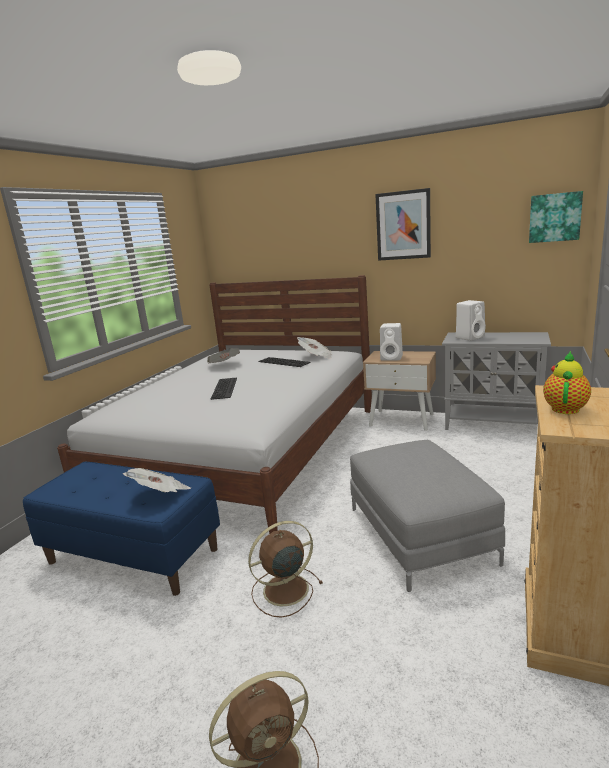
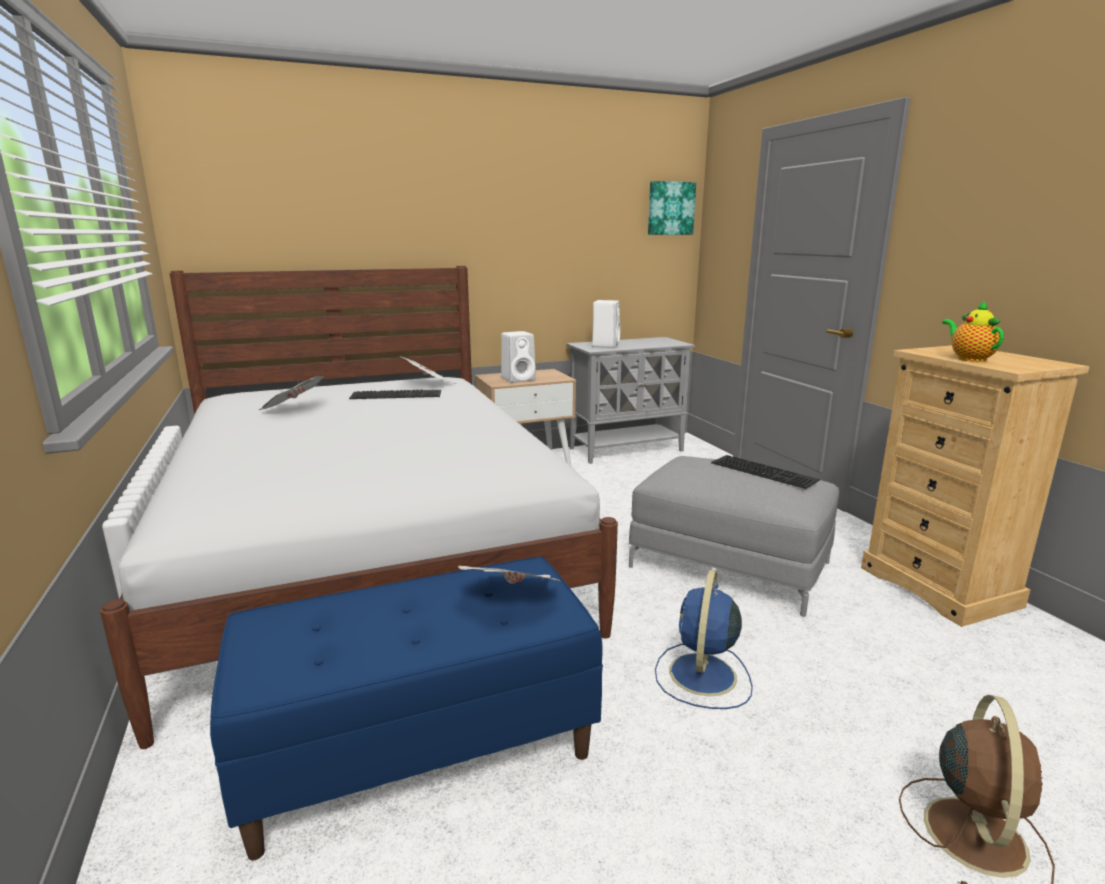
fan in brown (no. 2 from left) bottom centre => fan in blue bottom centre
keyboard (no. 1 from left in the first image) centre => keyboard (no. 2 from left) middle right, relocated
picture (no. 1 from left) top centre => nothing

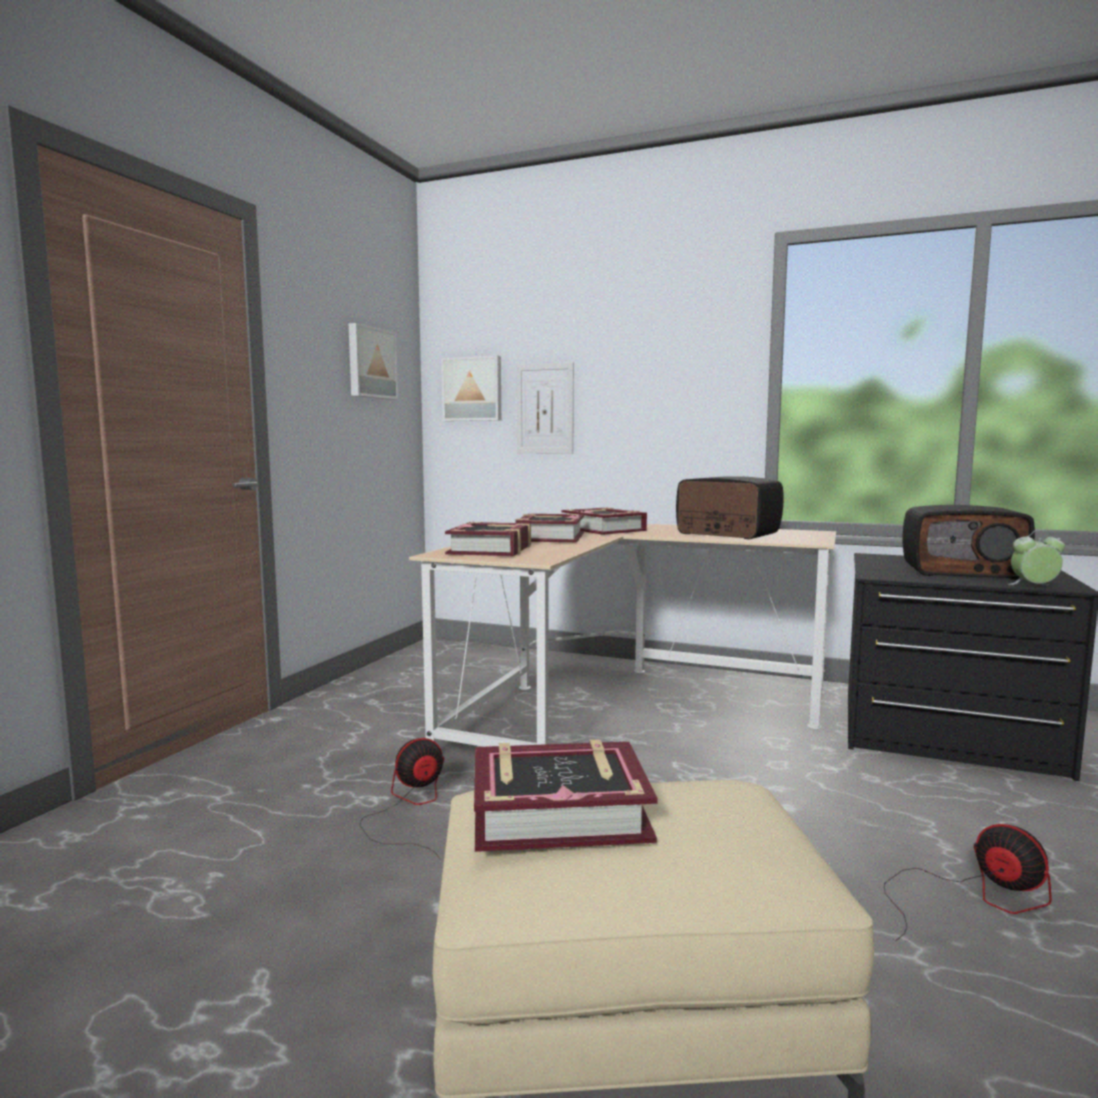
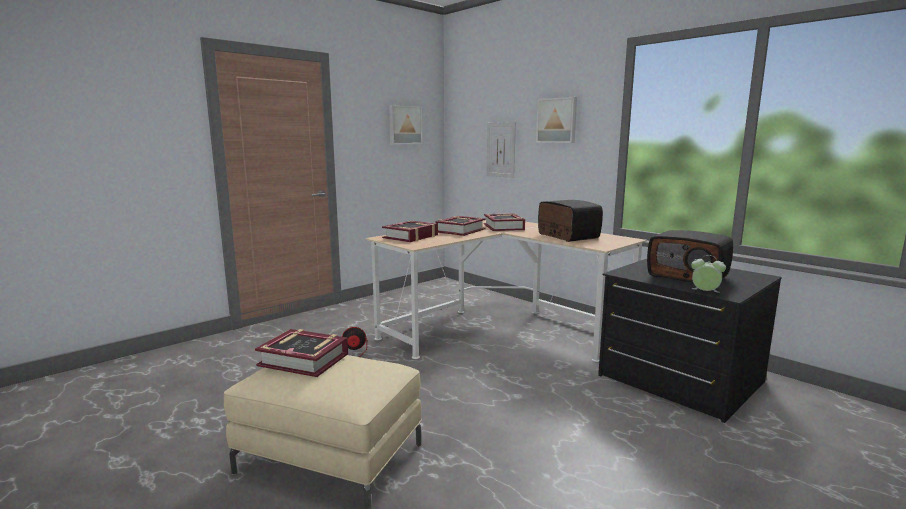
picture (no. 2 from left in the first image) centre => picture (no. 3 from left) top centre, relocated
fan (no. 2 from left) bottom right => nothing

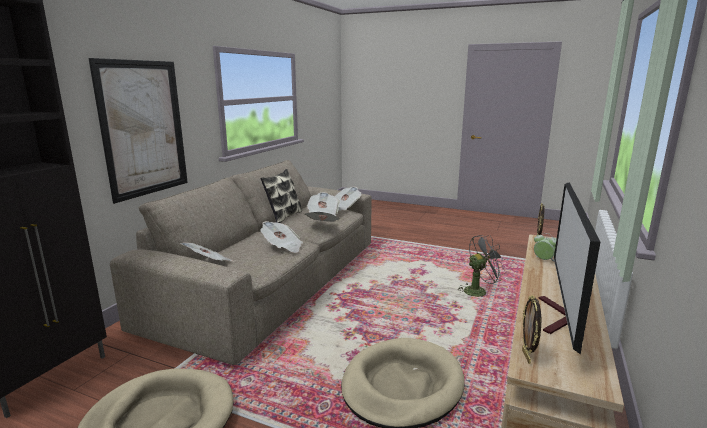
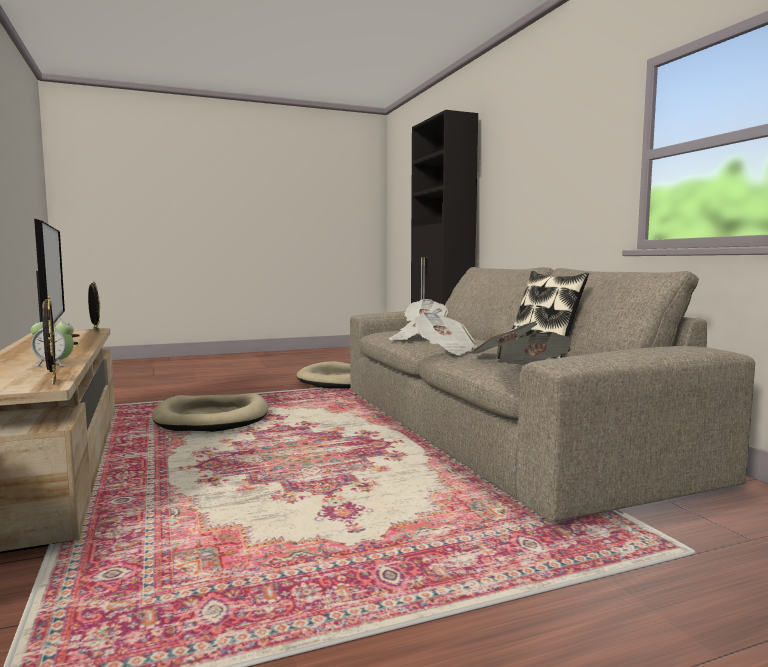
picture top left => nothing
fan in grey middle right => nothing

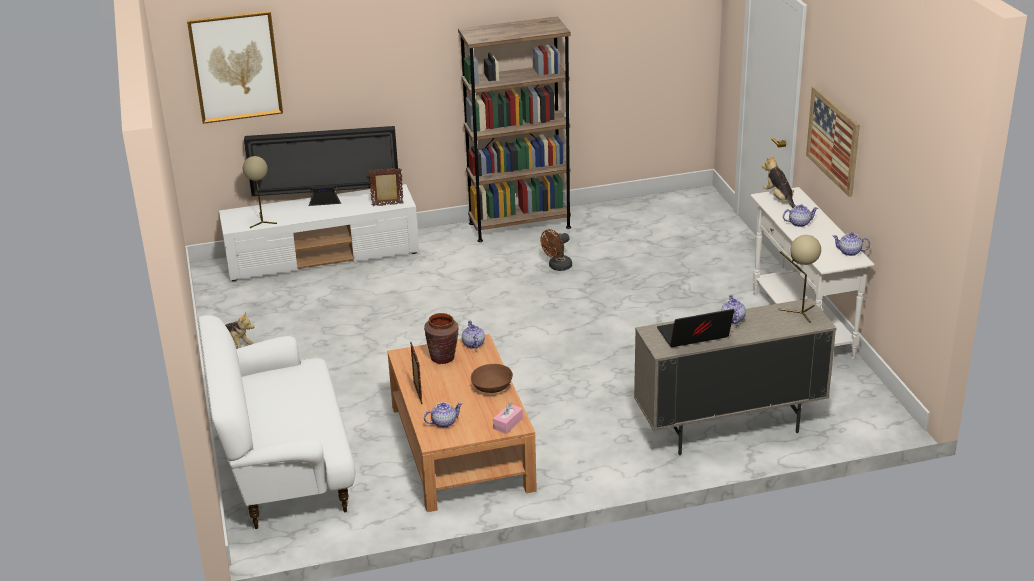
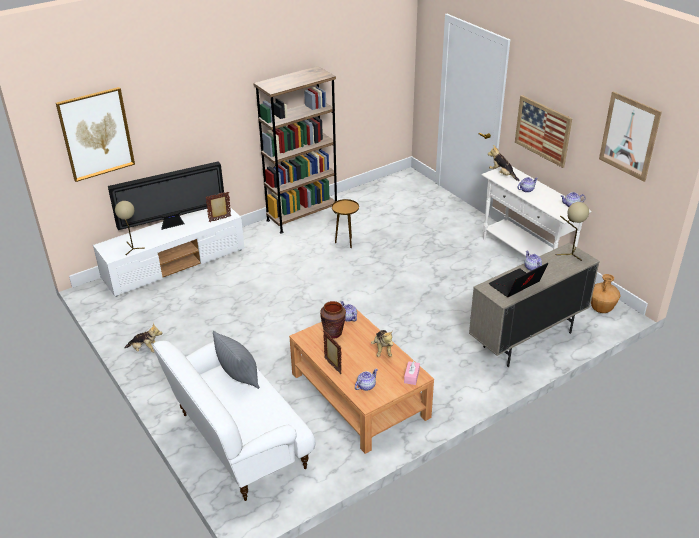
nothing => pillow in grey bottom centre
fan in brown centre => side table in brown centre
bowl in brown centre => plush toy (no. 2 from left) centre
nothing => vase in brown (no. 2 from left) middle right
nothing => picture (no. 3 from left) top right

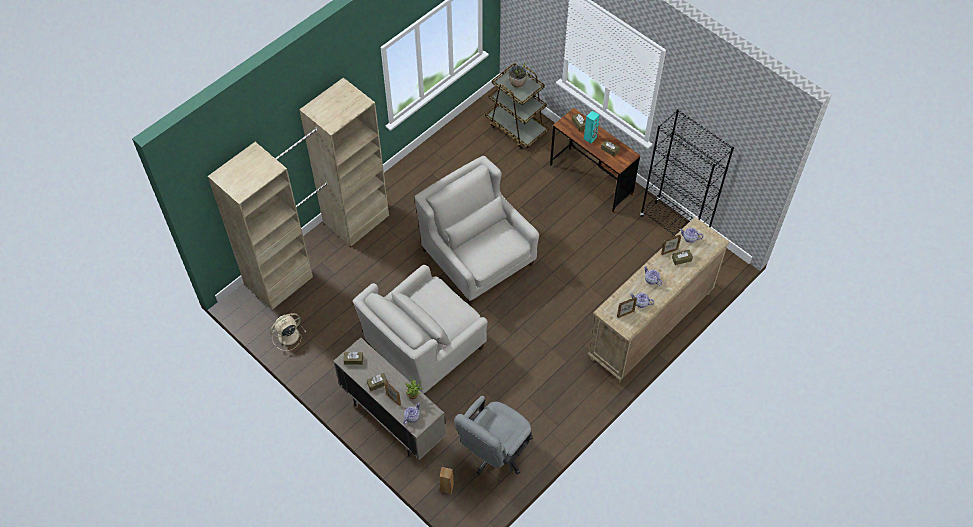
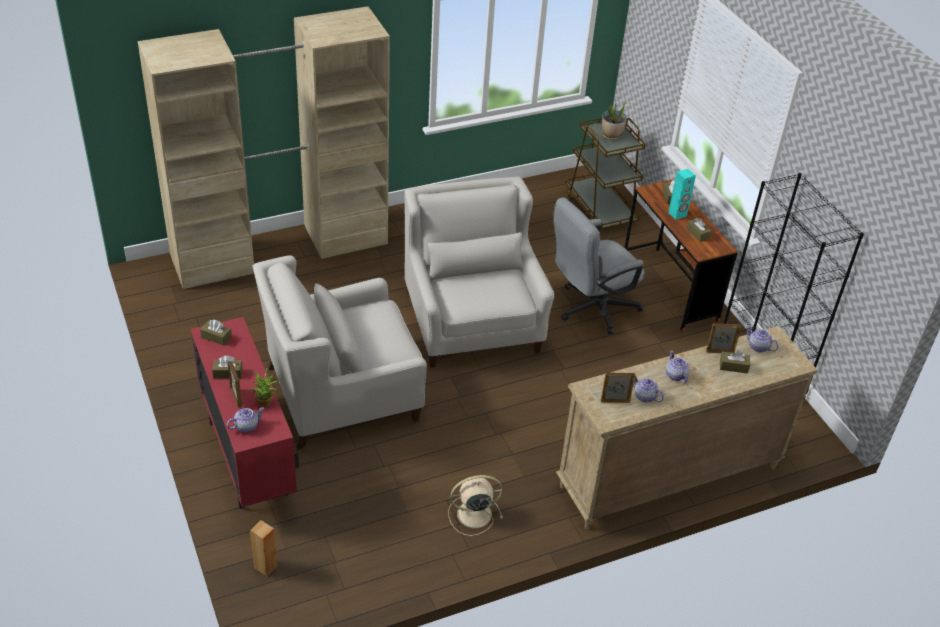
cabinet in beige bottom centre => cabinet in red middle left
fan in beige middle left => fan in beige bottom centre, relocated
office chair in grey bottom centre => office chair in grey centre, relocated

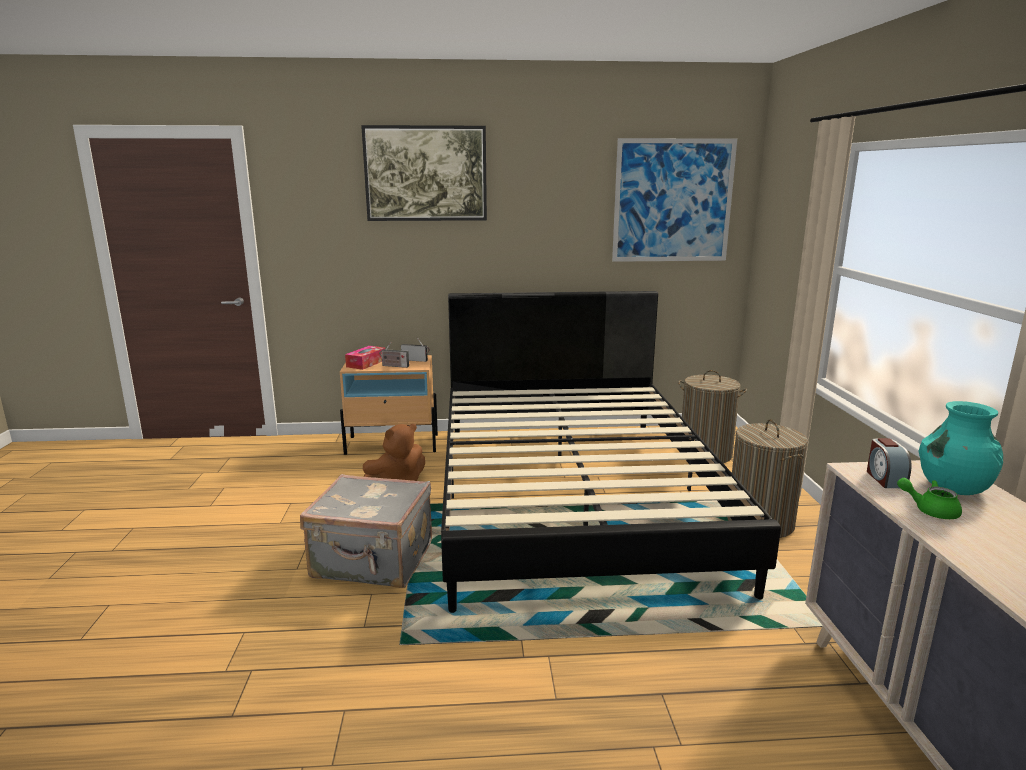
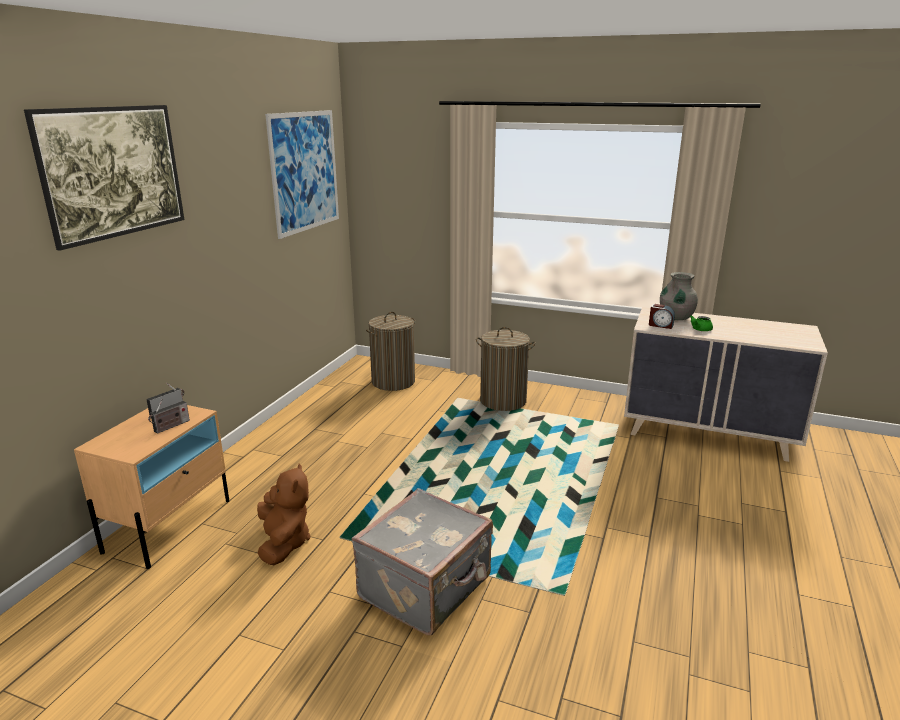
vase in turquoise middle right => vase in grey middle right
tissue box centre => nothing
bed in black centre => nothing

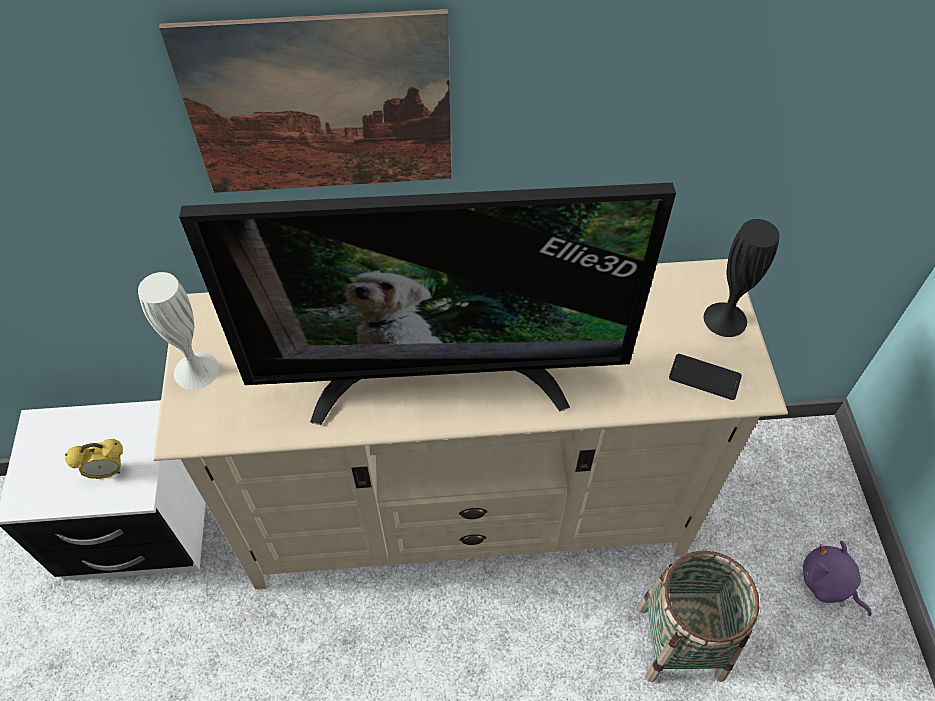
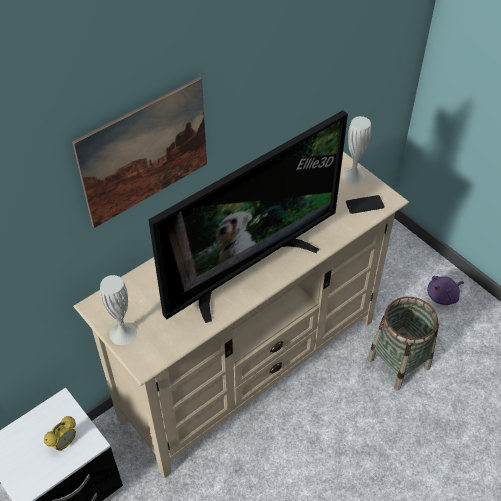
vase in black middle right => vase in white (no. 2 from left) top right
plush toy in purple bottom right => plush toy in purple middle right, 45 degrees counterclockwise

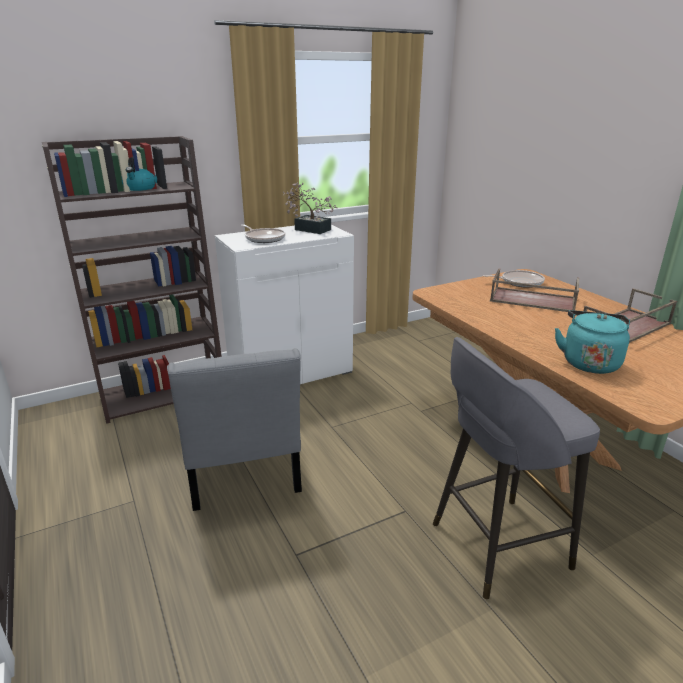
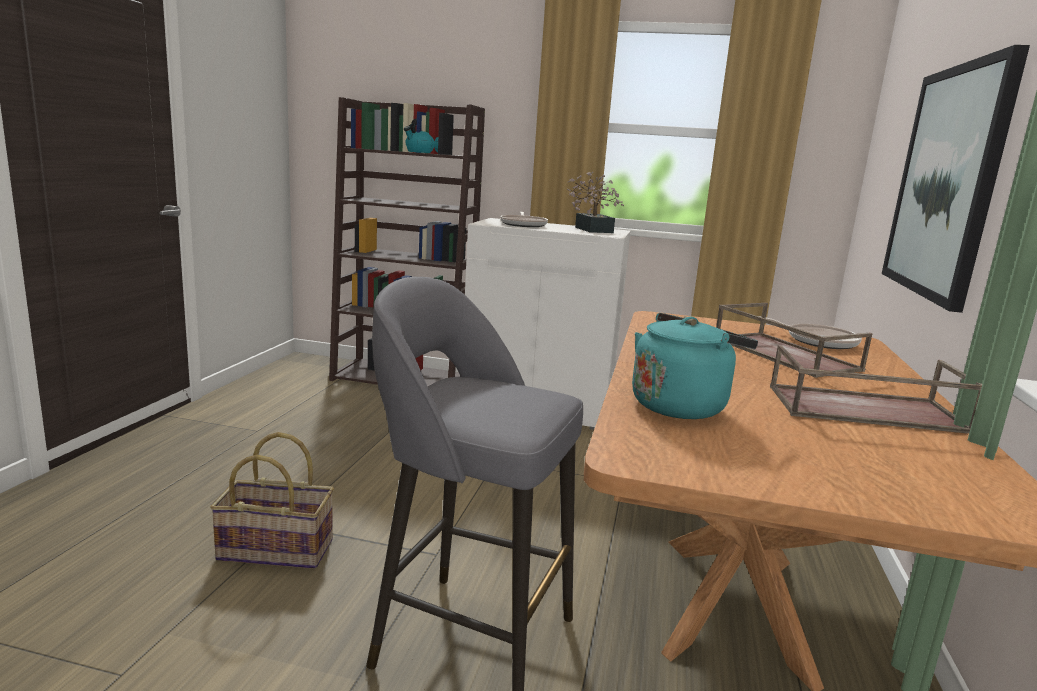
nothing => basket bottom left
nothing => picture top right
chair in grey centre => nothing

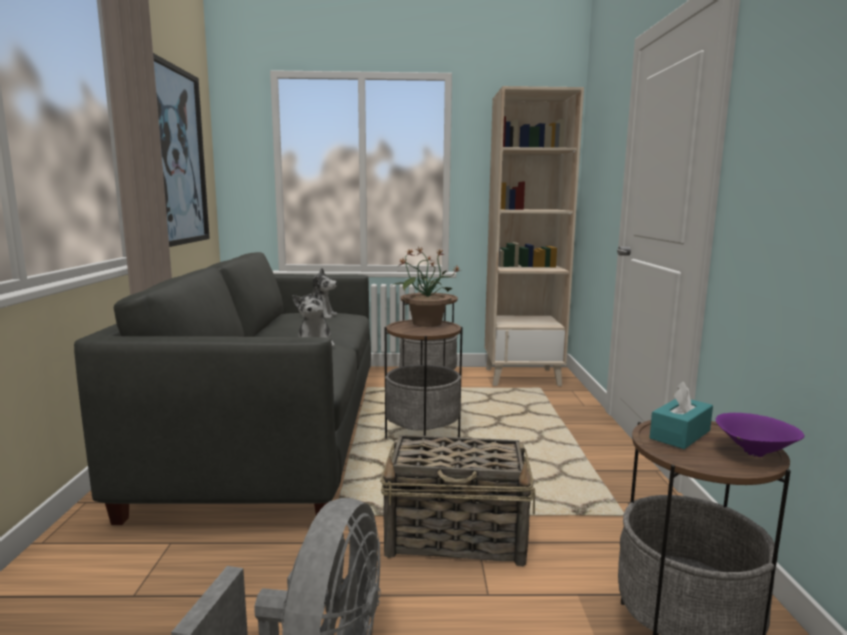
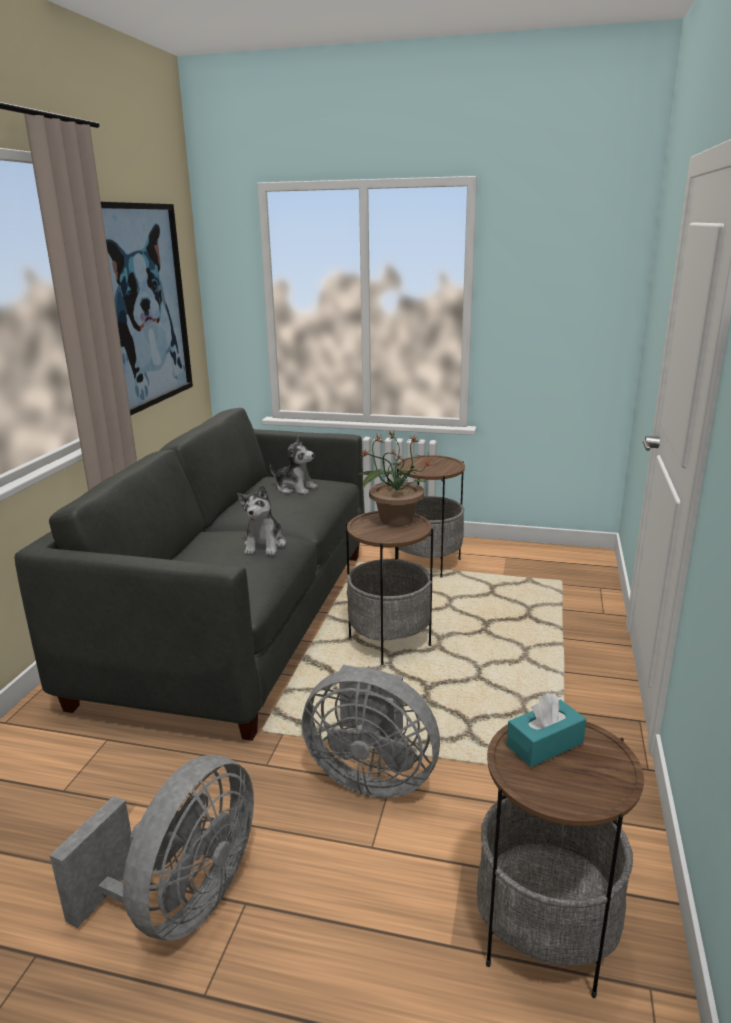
basket bottom centre => fan in grey (no. 2 from left) bottom centre
bookcase in beige centre => nothing
bowl in purple bottom right => nothing

